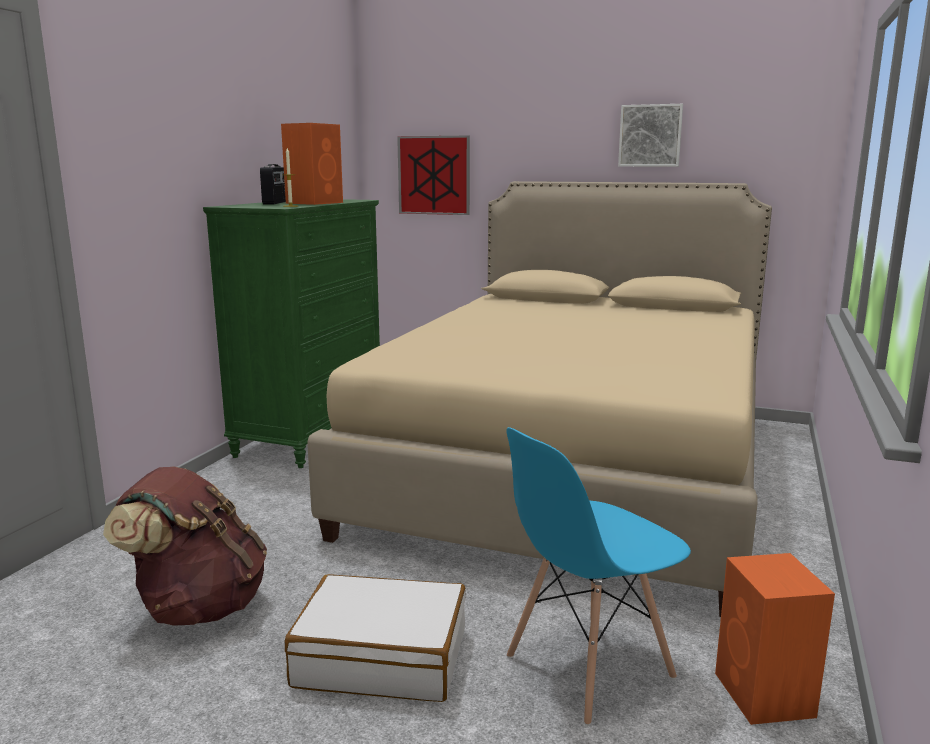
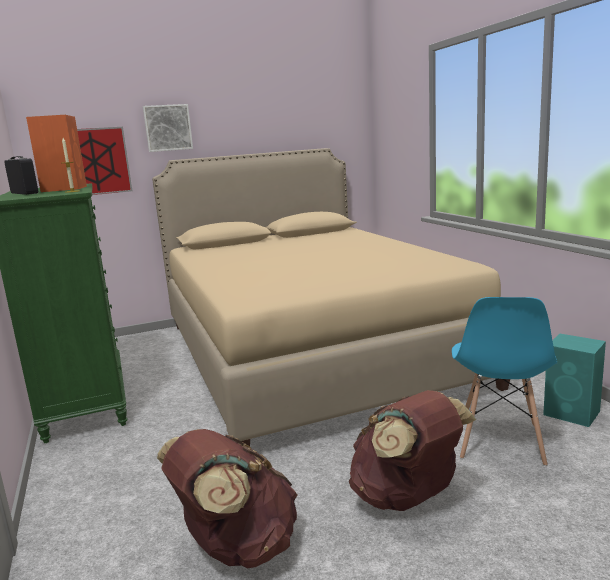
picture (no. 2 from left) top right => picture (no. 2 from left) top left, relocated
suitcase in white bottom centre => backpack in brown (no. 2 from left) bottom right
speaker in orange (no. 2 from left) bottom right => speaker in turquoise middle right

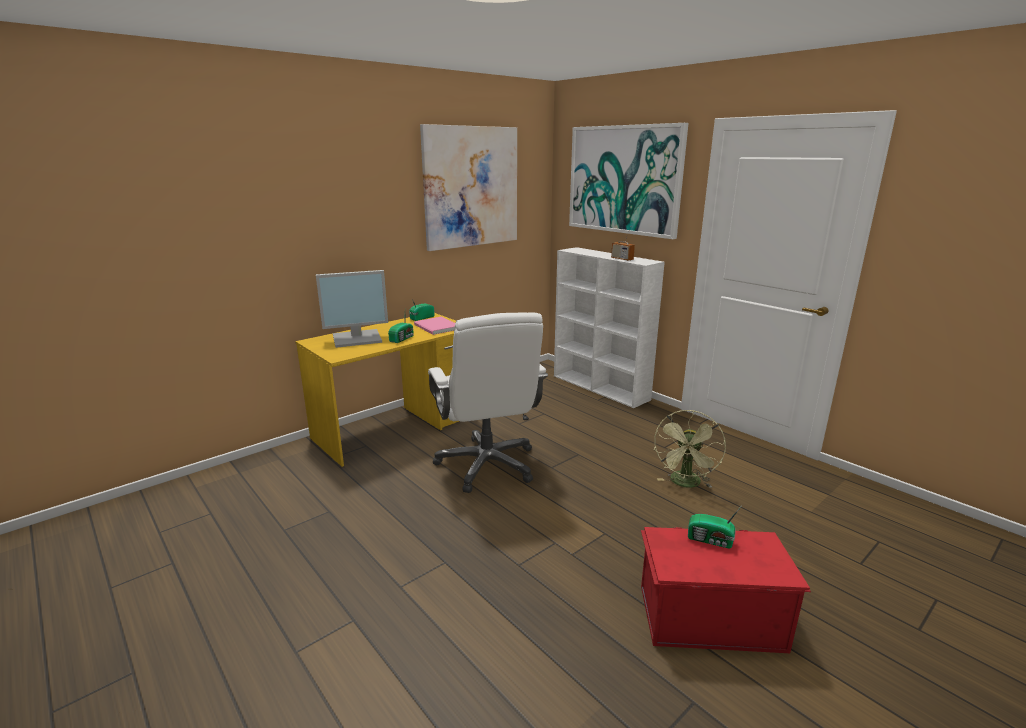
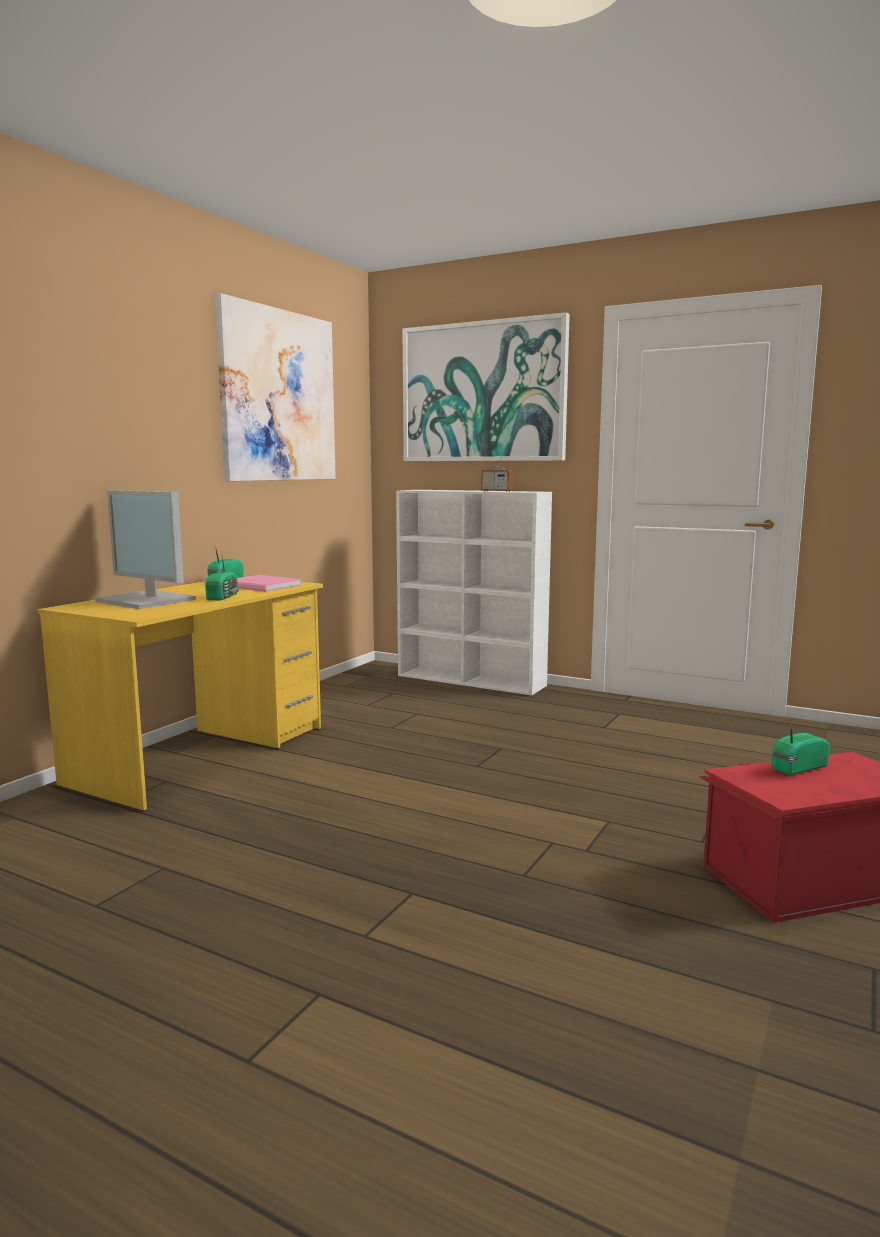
monitor centre => monitor middle left, 75 degrees clockwise
radio (no. 4 from left) bottom right => radio (no. 4 from left) middle right, 150 degrees clockwise
office chair in white centre => nothing
fan in green middle right => nothing

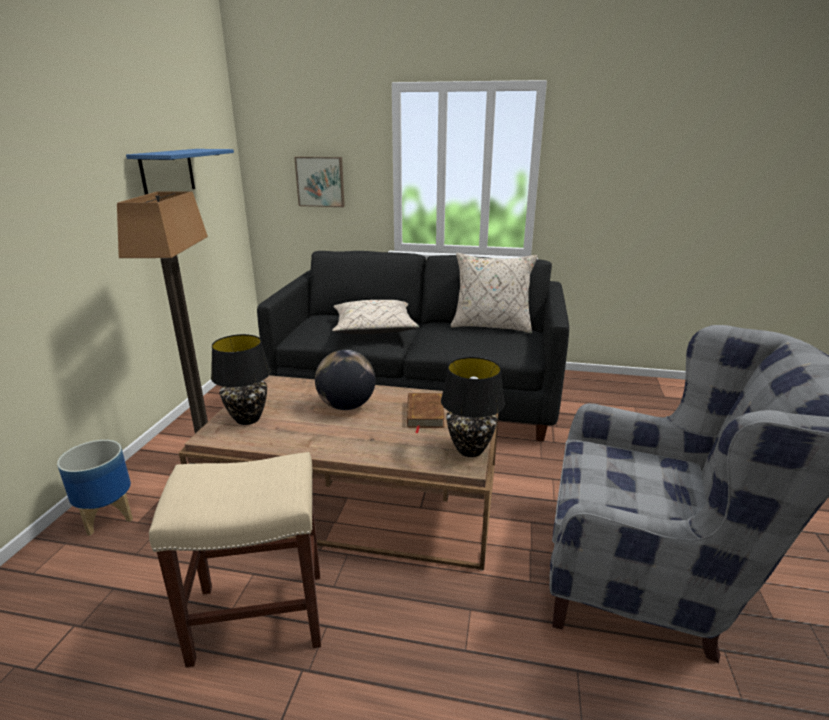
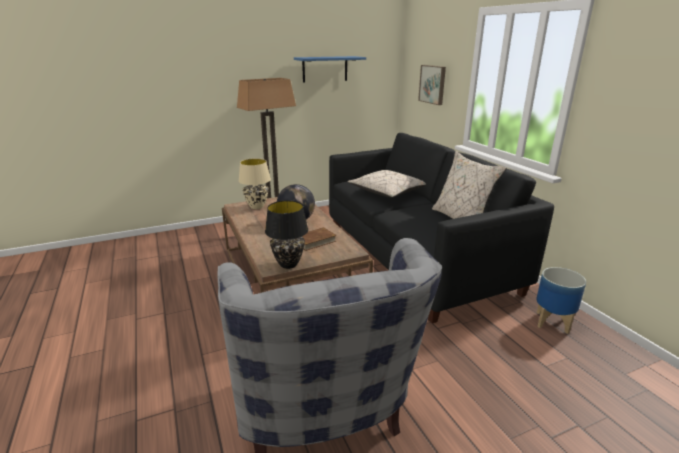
table lamp in black (no. 1 from left) middle left => table lamp in beige centre
planter bottom left => planter middle right, relocated
stool in beige bottom left => nothing

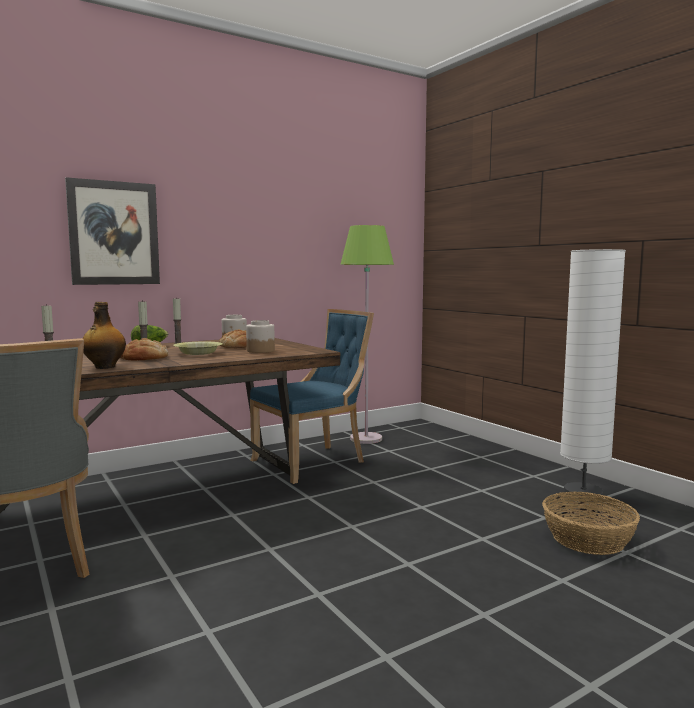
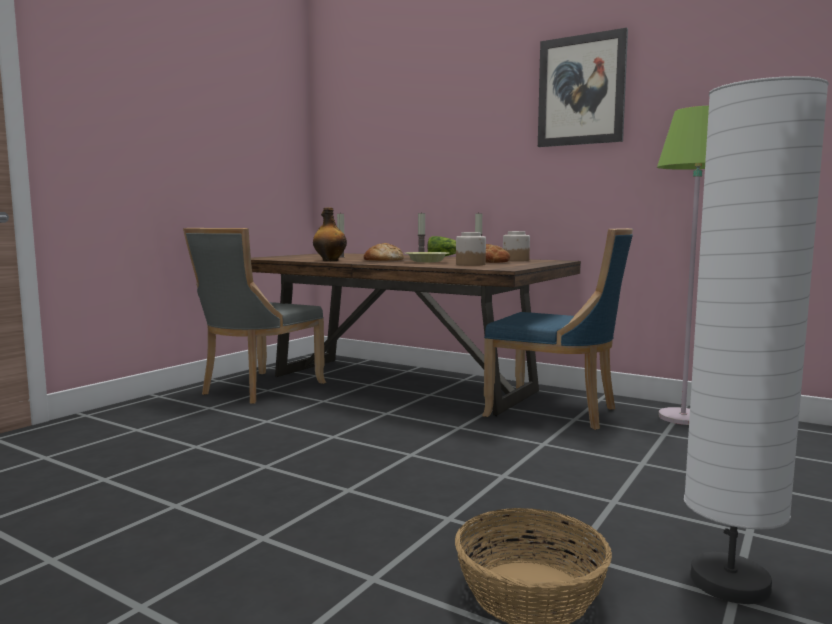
picture top left => picture top right, relocated

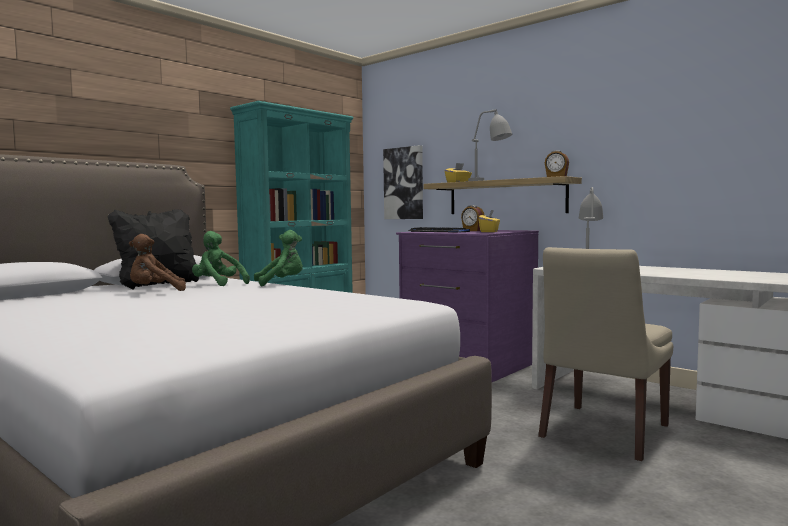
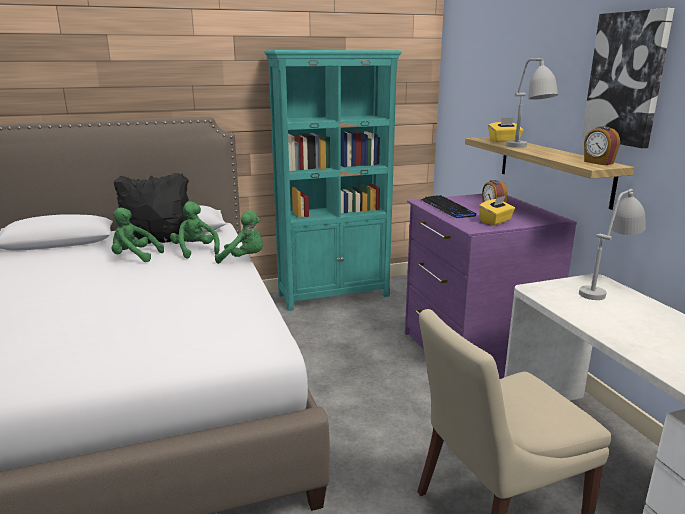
plush toy in brown middle left => plush toy in green (no. 1 from left) middle left
picture centre => picture top right, relocated

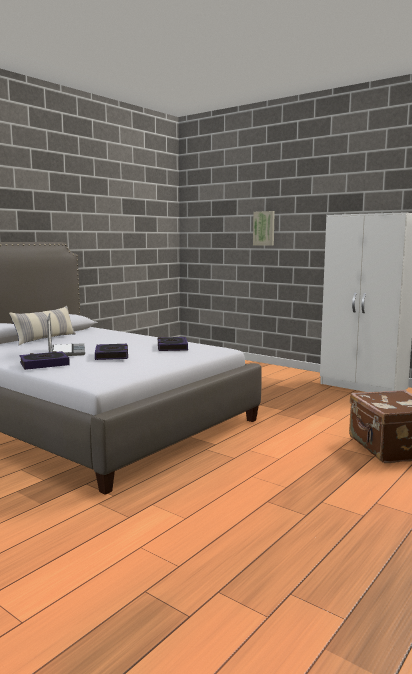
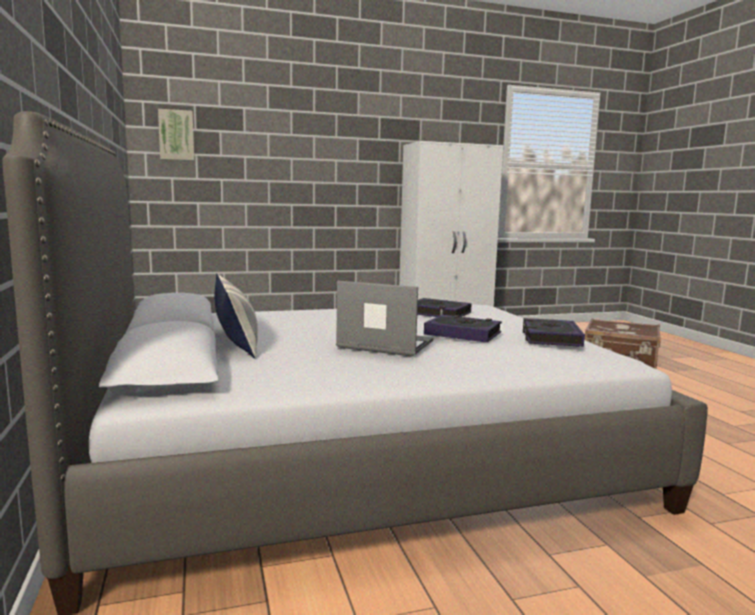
picture centre => picture top left, relocated
book (no. 1 from left in the first image) middle left => book (no. 3 from left) middle right, relocated

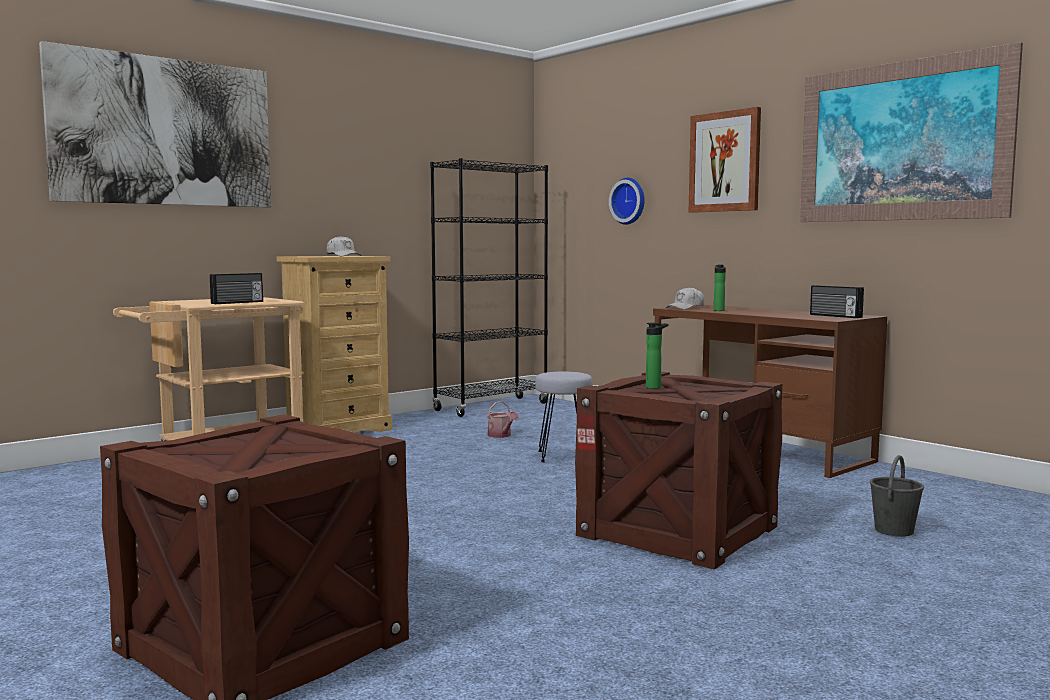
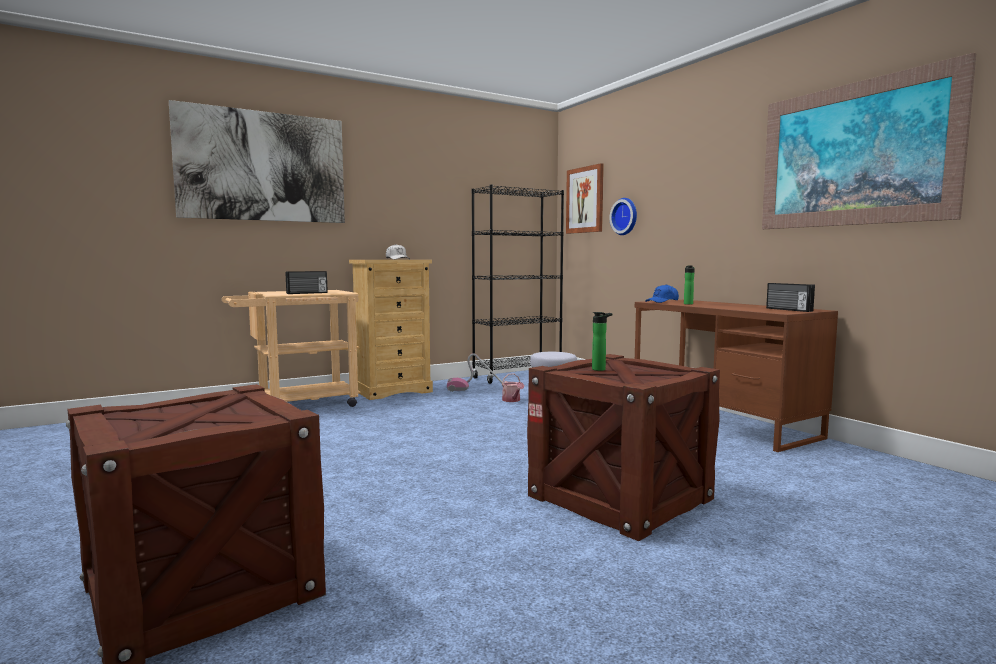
nothing => vacuum cleaner centre
picture (no. 2 from left) top right => picture (no. 2 from left) top centre, relocated
cap in white (no. 2 from left) centre => cap in blue centre
bucket in grey bottom right => nothing

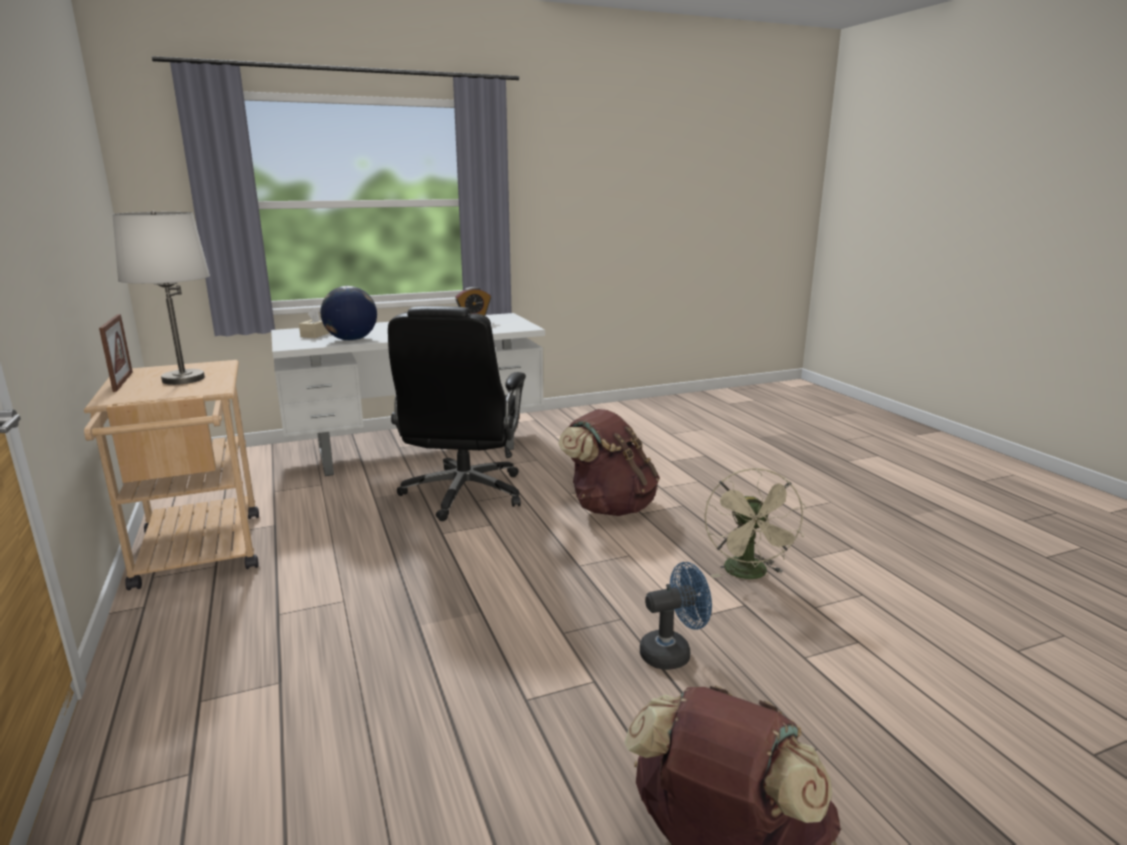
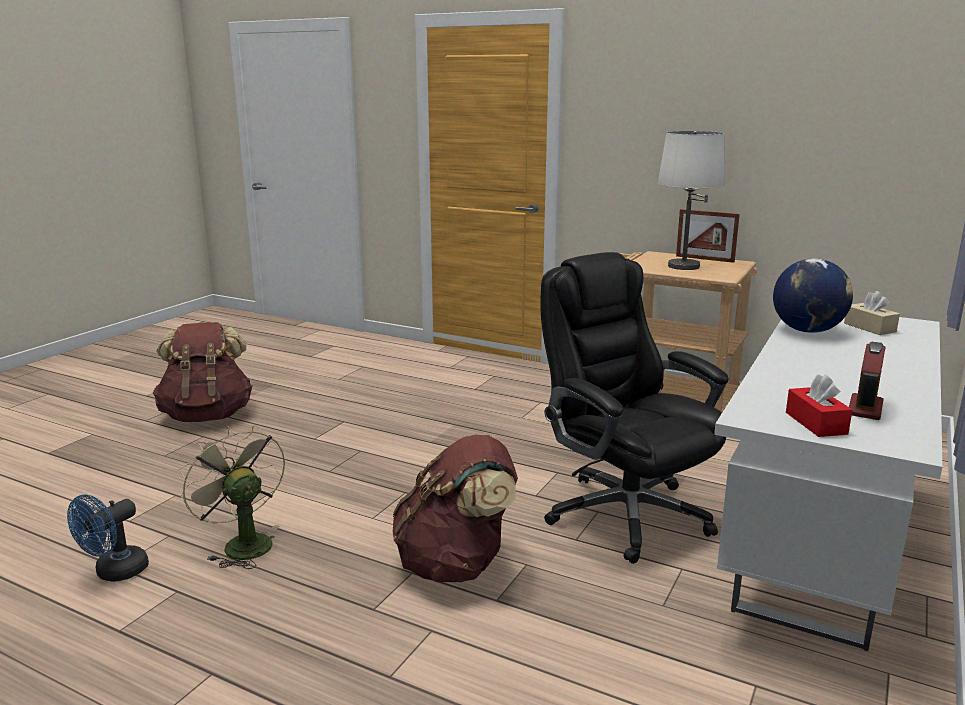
fan in blue bottom centre => fan in blue bottom left, relocated
nothing => tissue box in red middle right

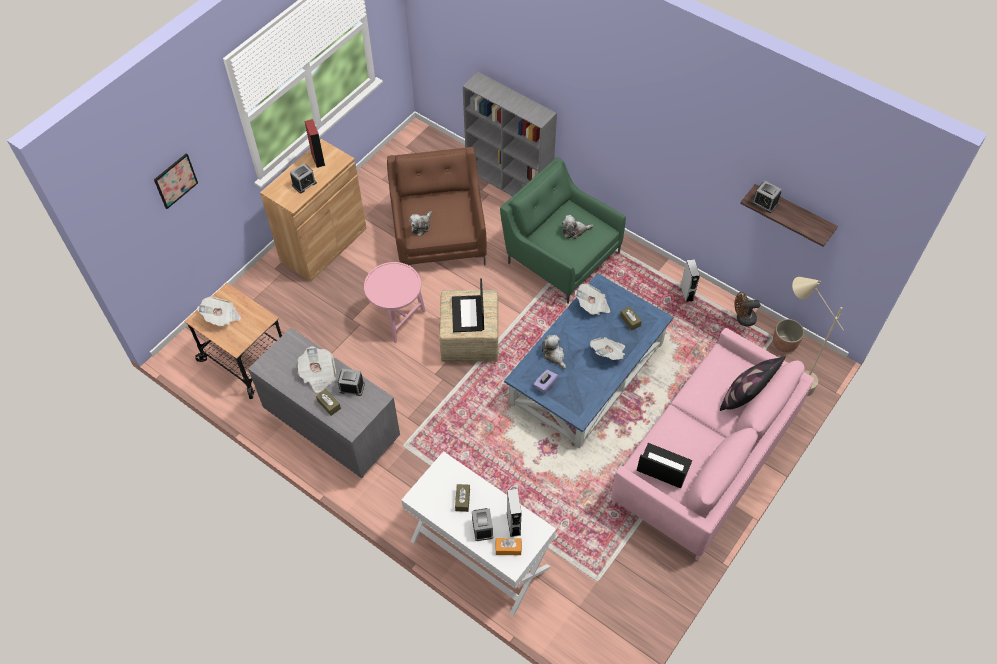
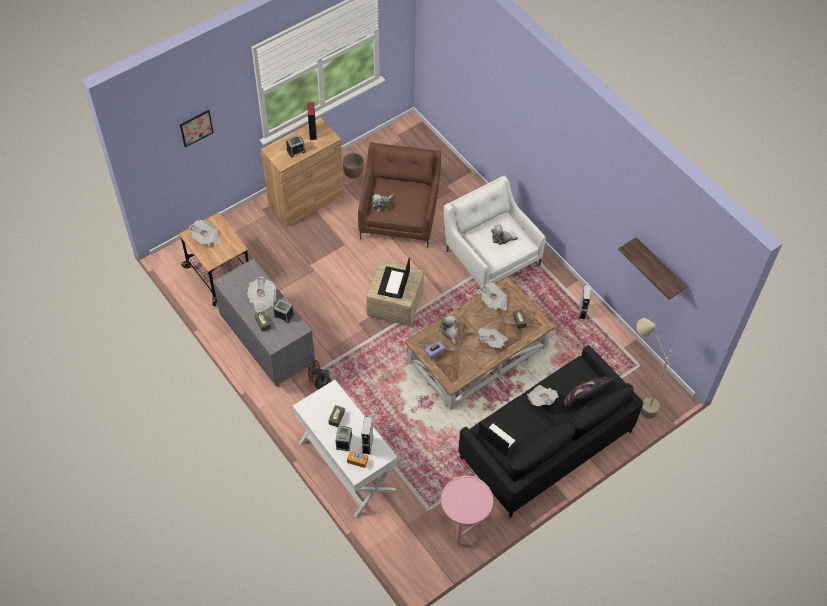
fan in brown middle right => fan in brown centre, relocated
planter middle right => planter top centre, relocated
coffee table in blue centre => coffee table in brown centre
side table in pink centre => side table in pink bottom centre, relocated
armchair in green centre => armchair in white centre
sofa in pink bottom right => sofa in black bottom centre
nothing => newspaper (no. 5 from left) centre
bookcase in grey top centre => nothing
alarm clock (no. 4 from left) top right => nothing

